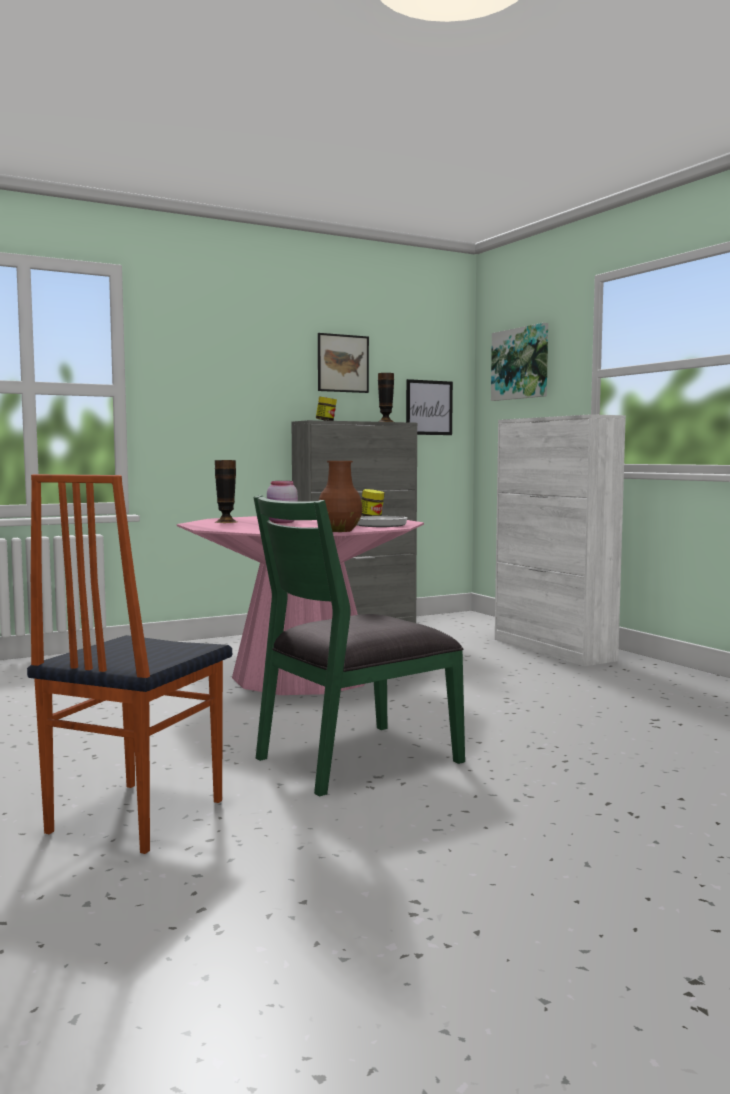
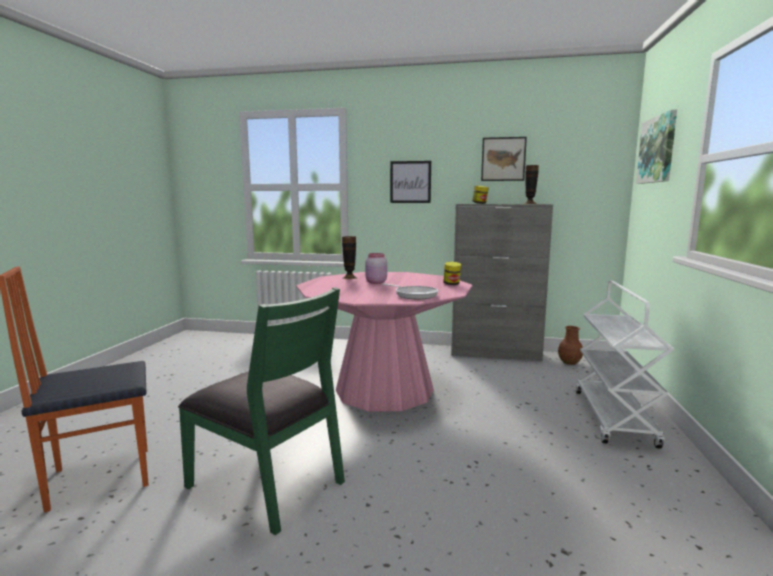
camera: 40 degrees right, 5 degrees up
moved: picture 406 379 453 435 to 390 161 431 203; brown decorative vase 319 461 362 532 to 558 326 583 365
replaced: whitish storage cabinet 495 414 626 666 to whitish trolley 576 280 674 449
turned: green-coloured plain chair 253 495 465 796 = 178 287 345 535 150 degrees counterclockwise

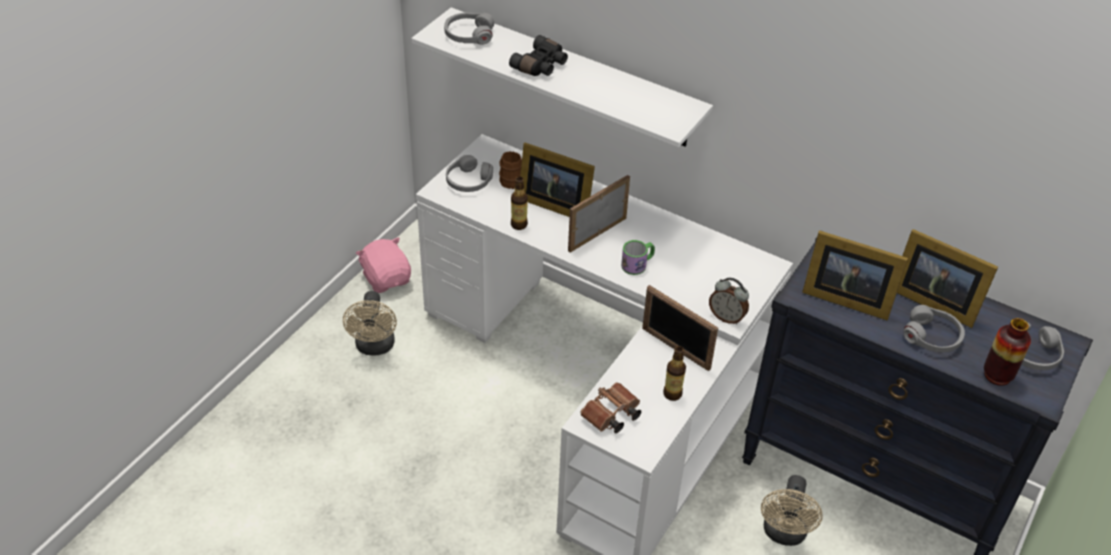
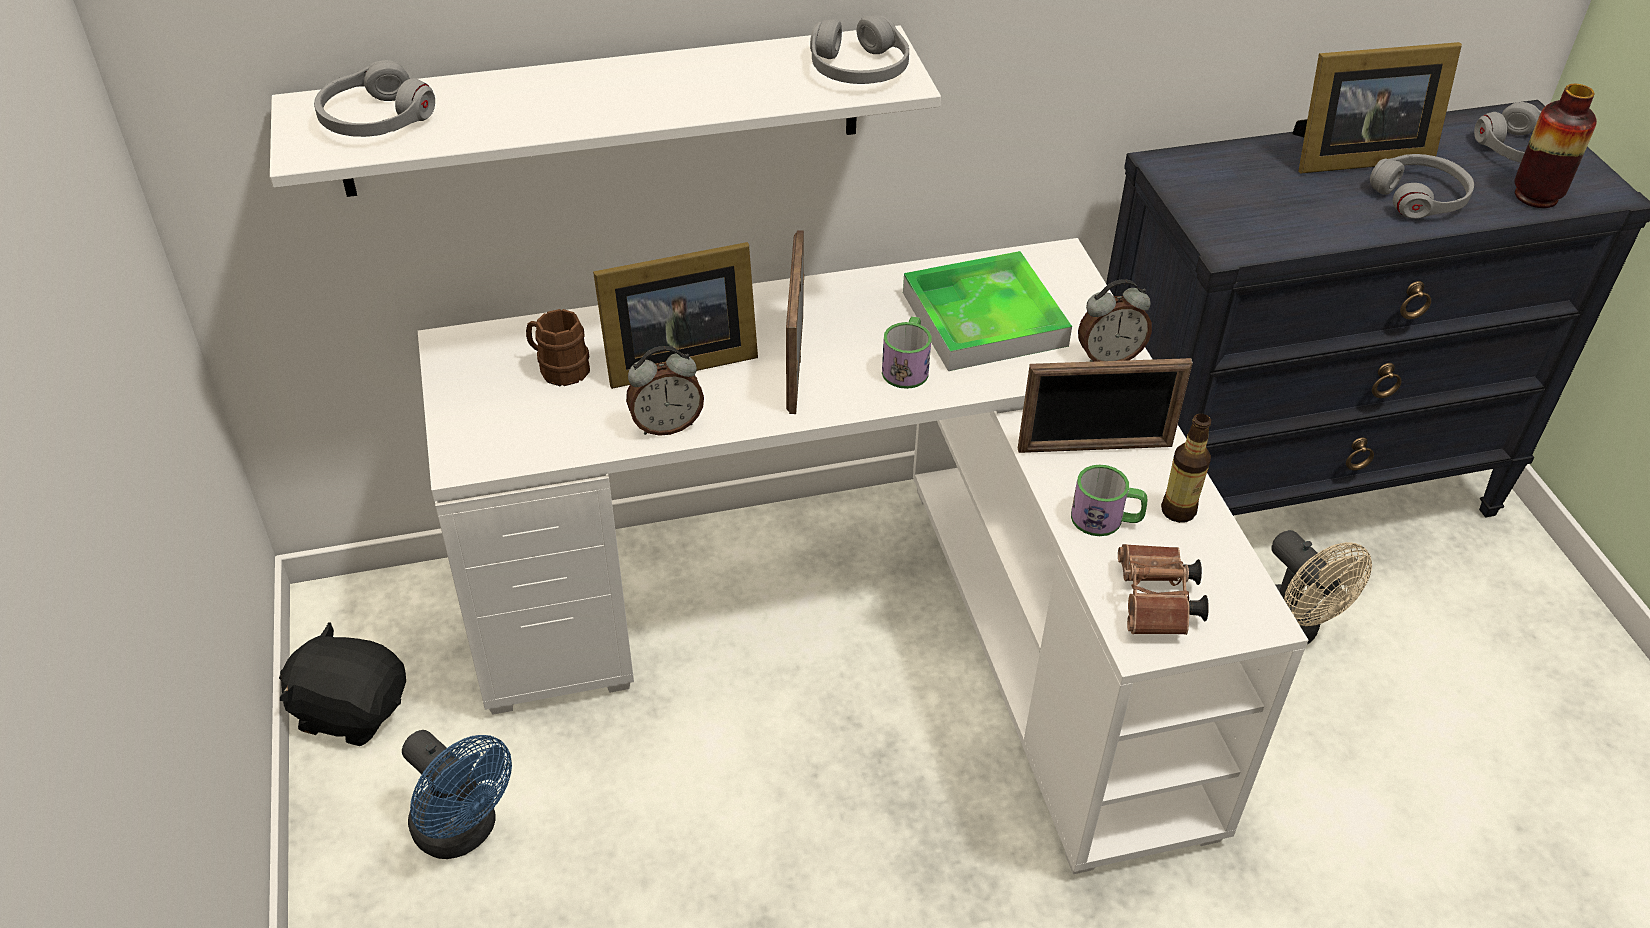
camera: 45 degrees left, 0 degrees up
removed: black-coloured field glasses 509 35 568 76; standing frame 802 230 908 321
added: tray 903 251 1072 371; mug 1071 464 1147 536
moved: greyish pair of headphones 446 155 493 192 to 810 15 909 84
replaced: drink bottle 511 177 528 230 to bedside clock 626 346 704 436
recoloured: pink-coloured cuddly toy 356 237 411 293 to black-coloured cuddly toy 279 622 406 746; sand-coloured cooling fan 343 291 397 356 to blue cooling fan 402 730 512 859

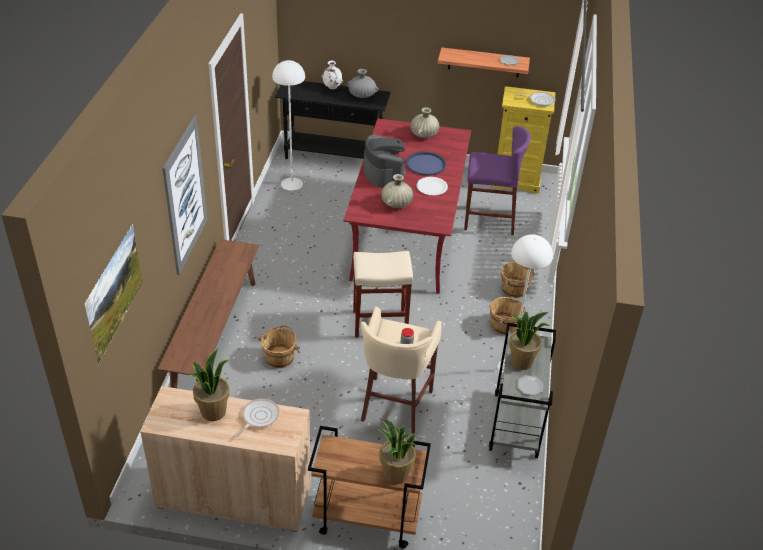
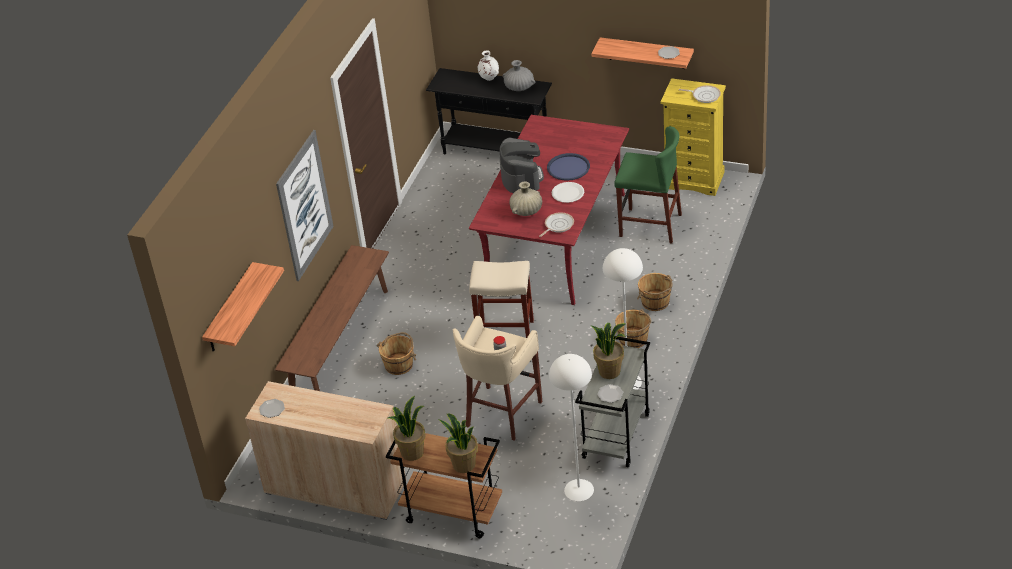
camera: 15 degrees right, 0 degrees up
removed: sand-coloured decorative vase 410 107 439 138
added: plate 259 399 285 418
moved: whitish floor lamp 272 60 305 191 to 549 354 594 501; plant in a pot 187 349 229 421 to 388 396 426 461; frying pan 236 399 280 437 to 539 212 574 237
replaced: picture 84 224 143 364 to shelf 202 262 284 352
recoloured: purplish sitting stool 464 126 531 235 to green-coloured sitting stool 614 126 682 243

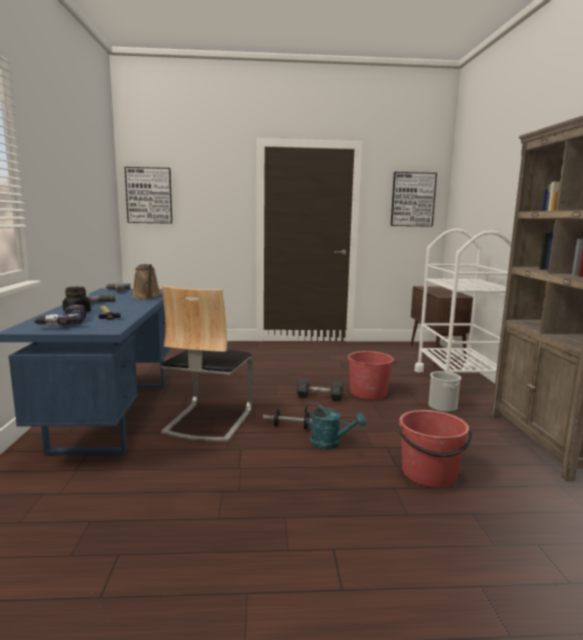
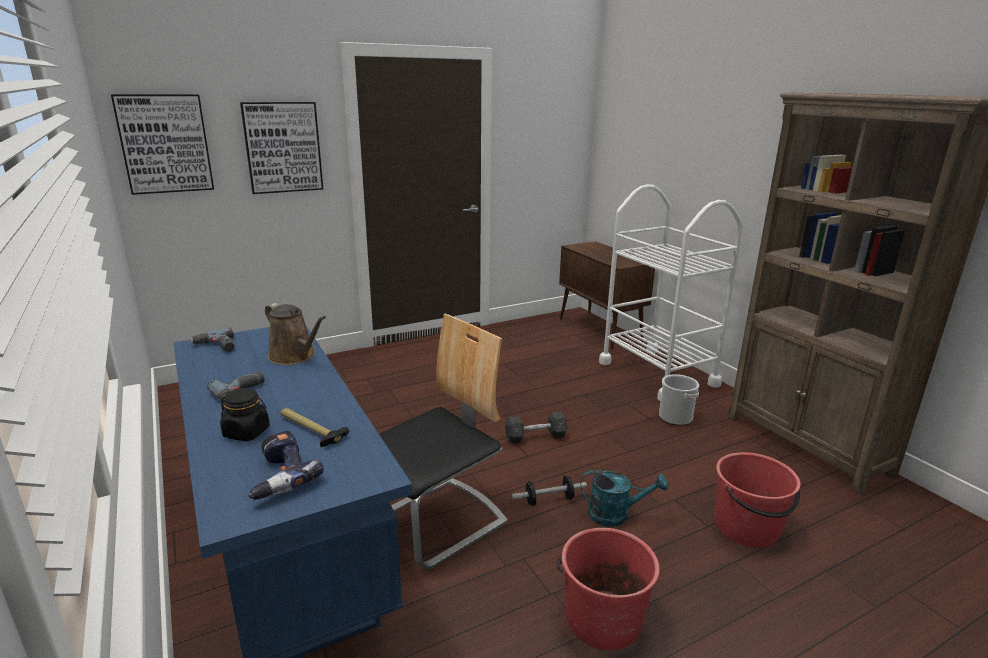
camera: 25 degrees left, 10 degrees up
moved: picture 391 172 437 227 to 240 102 323 194; reddish water bucket 346 351 395 400 to 556 528 660 651
turned: plain chair 161 286 253 442 = 379 313 508 570 120 degrees counterclockwise

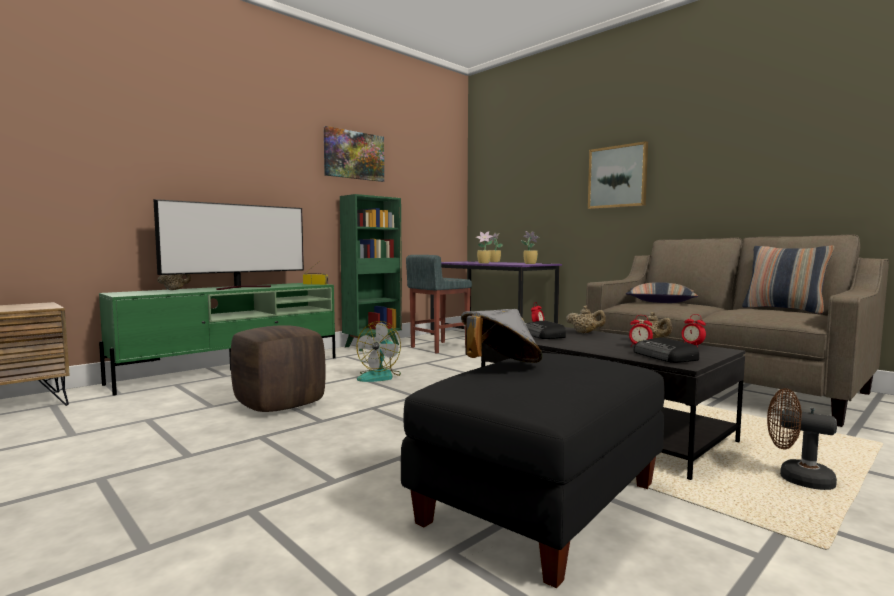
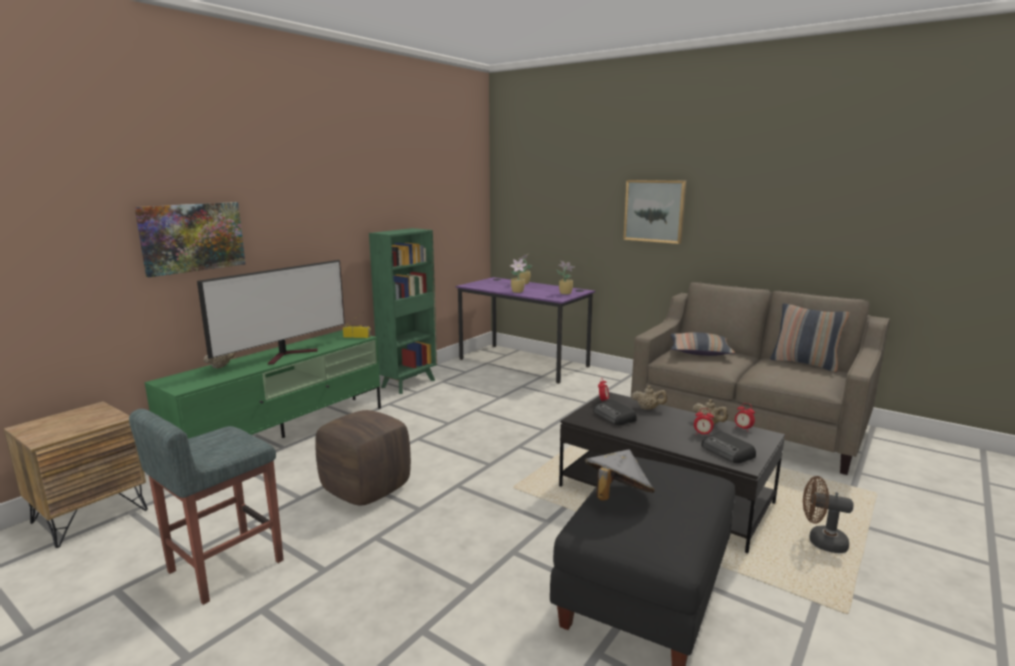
camera: 10 degrees left, 10 degrees up
removed: cooling fan 356 321 401 382
moved: picture 323 126 384 182 to 135 202 246 277; greyish sitting stool 406 255 472 353 to 129 409 284 605

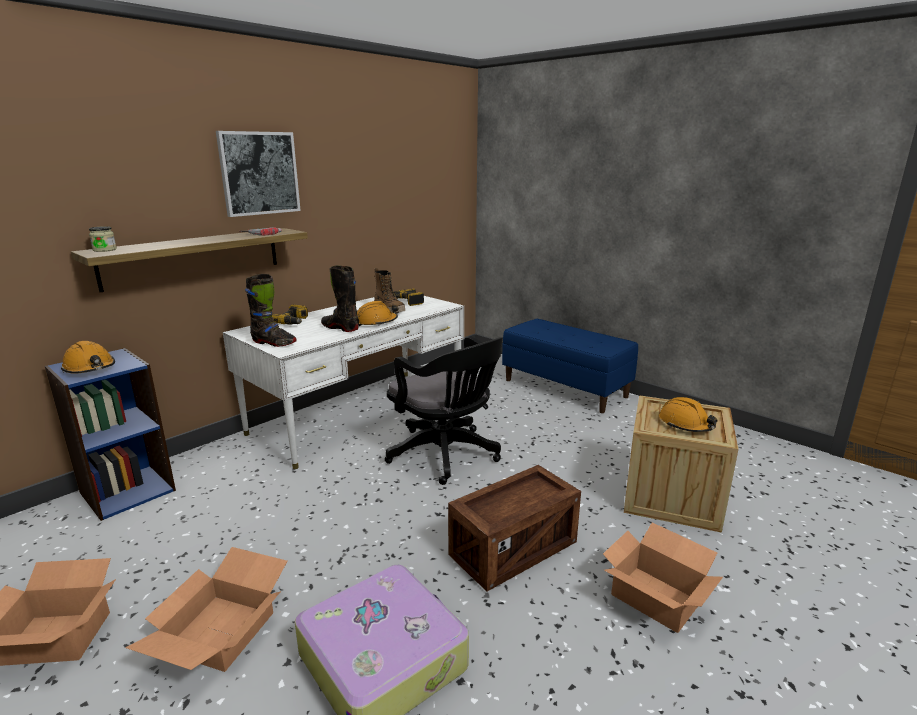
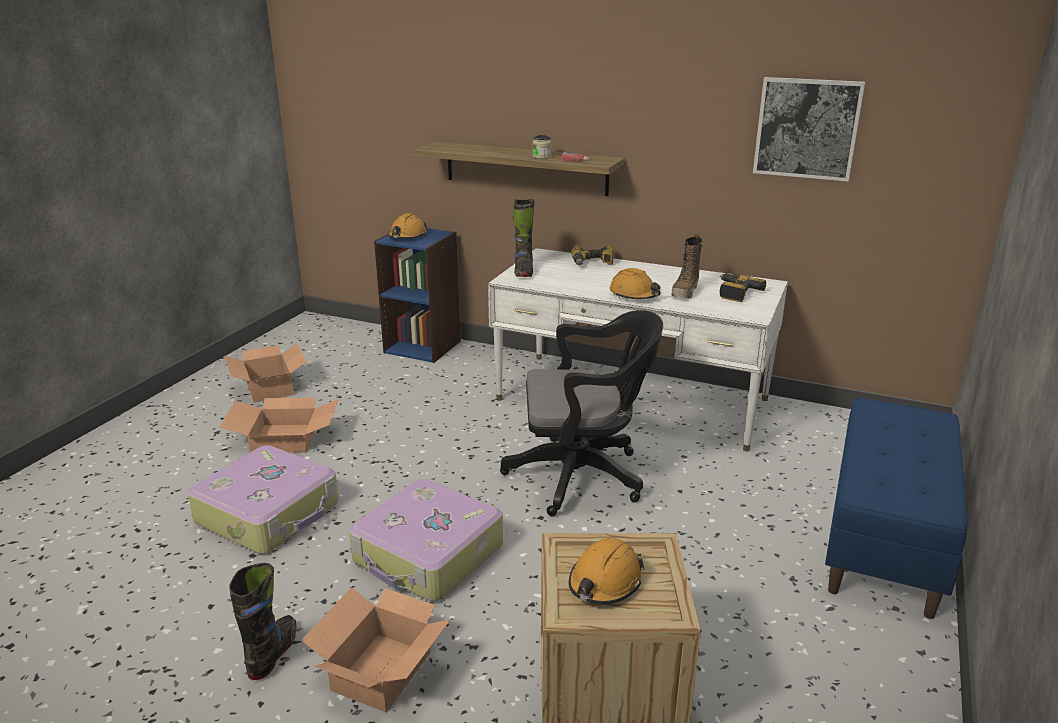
camera: 70 degrees right, 5 degrees up
moved: picture 216 131 301 217 to 753 77 865 182; storage jar 89 226 117 252 to 532 135 552 159; black-coloured high-top boot 321 265 359 332 to 229 563 296 680
replaced: packing crate 448 465 581 591 to suitcase 349 479 503 601
turned: black-coloured computer chair 385 336 503 485 = 500 310 663 516 120 degrees counterclockwise

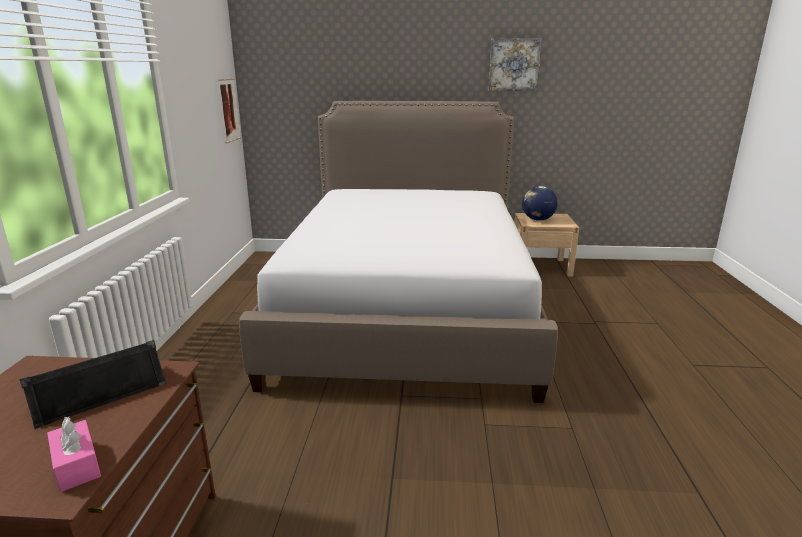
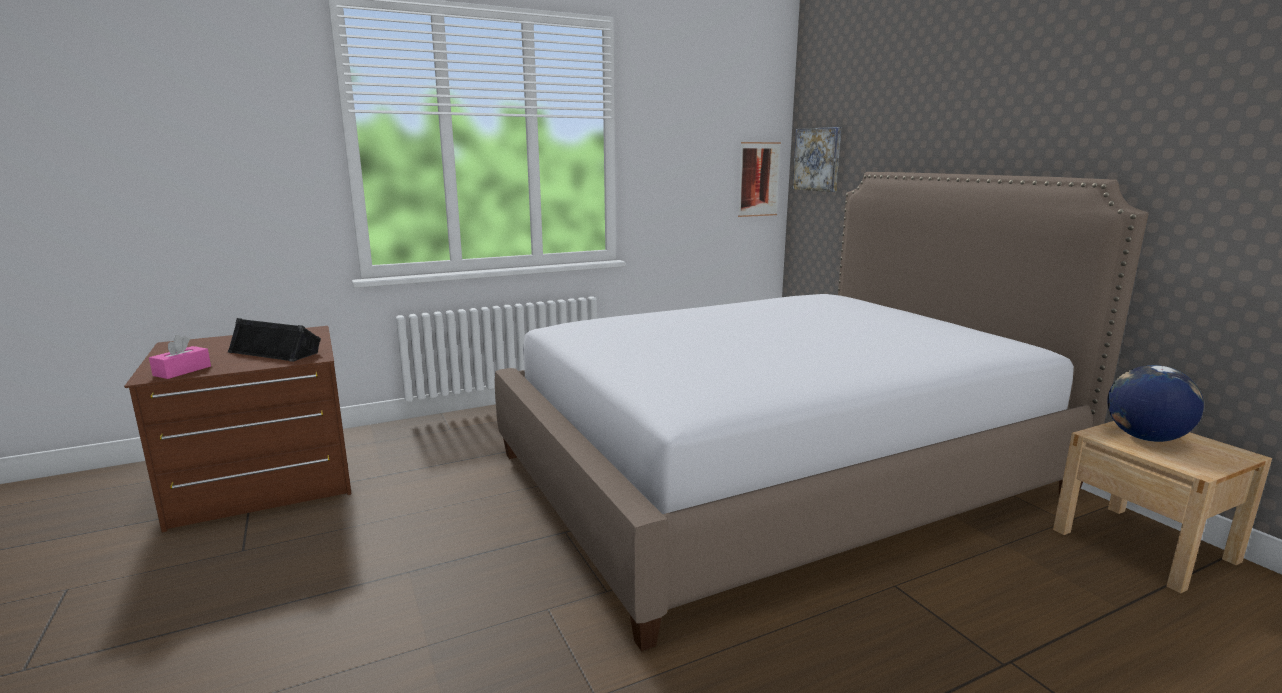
camera: 60 degrees right, 5 degrees down
moved: picture 489 38 542 91 to 792 127 841 192

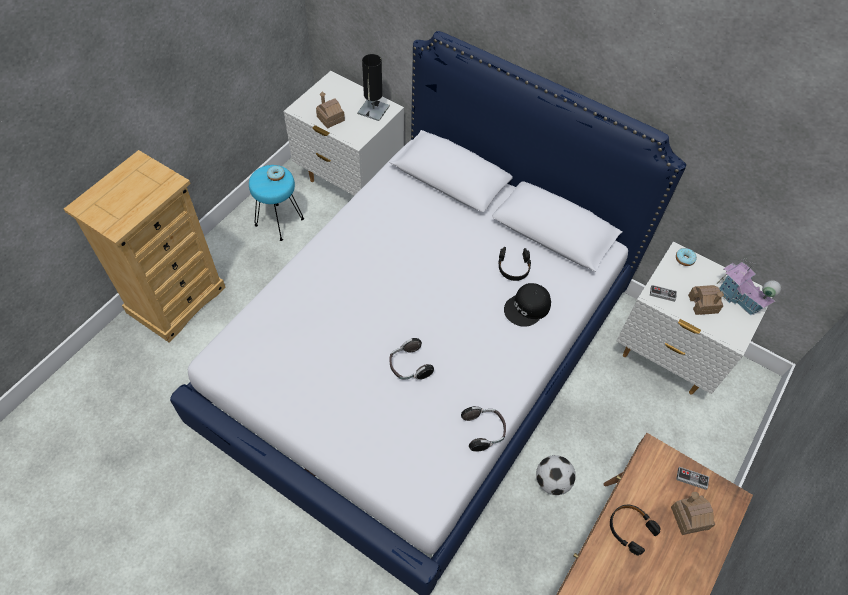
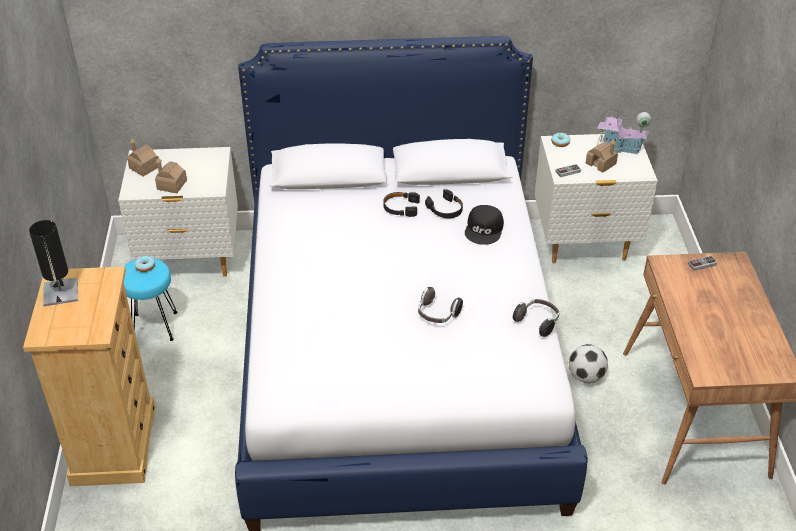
camera: 35 degrees left, 15 degrees down
moved: black-coloured tabletop lamp 357 54 390 121 to 29 220 78 306; miniature house 671 492 715 535 to 127 139 159 176; black-coloured pair of headphones 610 505 661 556 to 384 192 420 217

